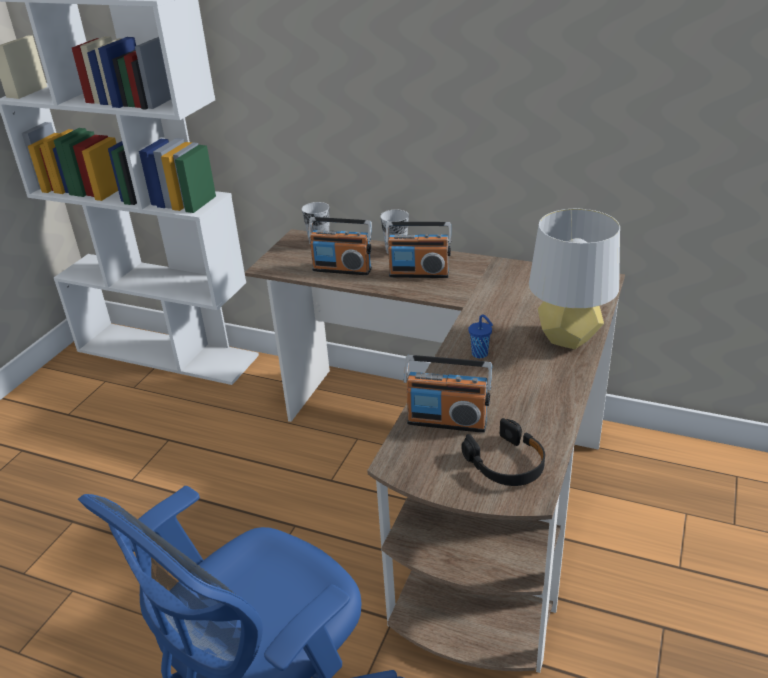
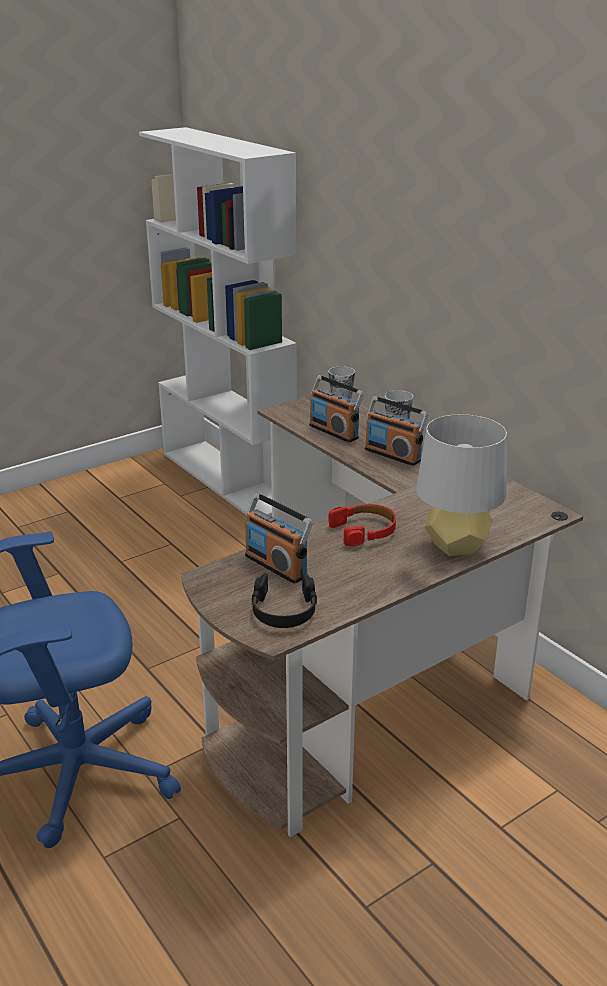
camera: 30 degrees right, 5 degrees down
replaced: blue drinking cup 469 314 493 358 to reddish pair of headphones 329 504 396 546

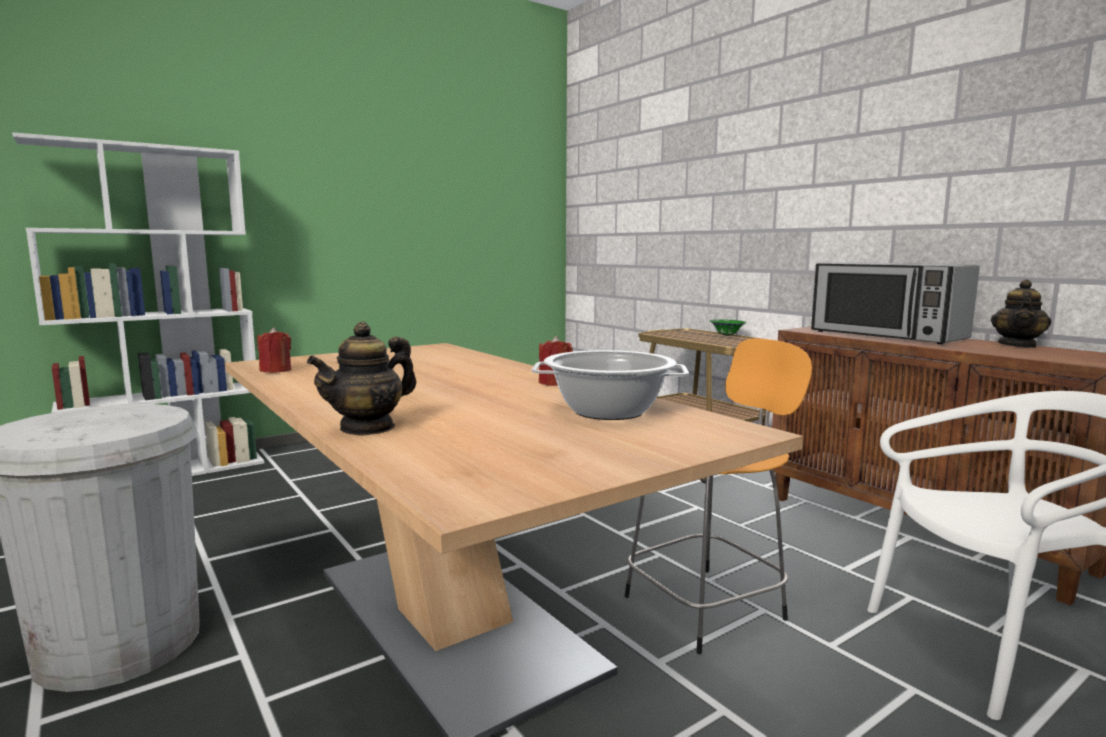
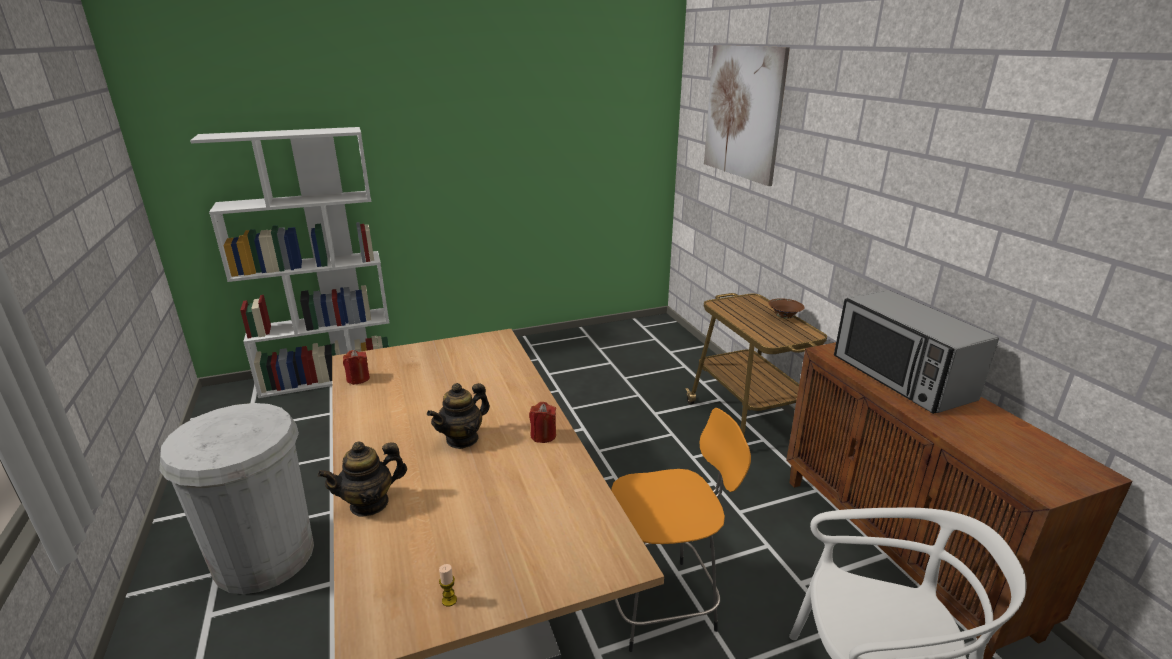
camera: 15 degrees right, 15 degrees up
removed: stockpot 531 350 689 420
added: picture 704 45 790 186; wax light 439 564 457 607
moved: pot for tea 991 279 1051 348 to 427 383 490 449
recoloured: green-coloured deep dish 709 319 747 336 to brown deep dish 768 298 805 319

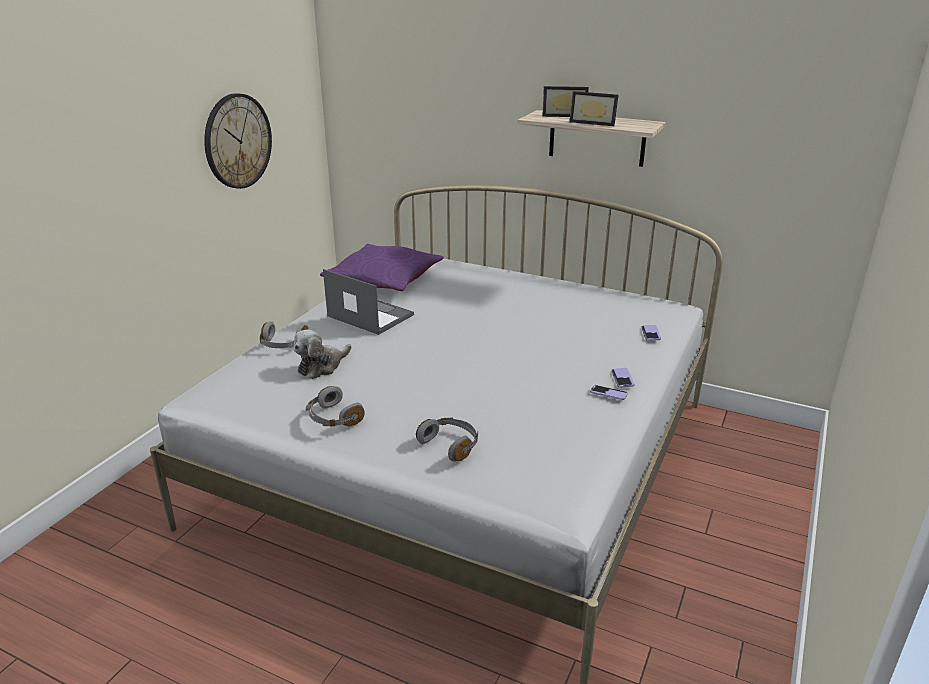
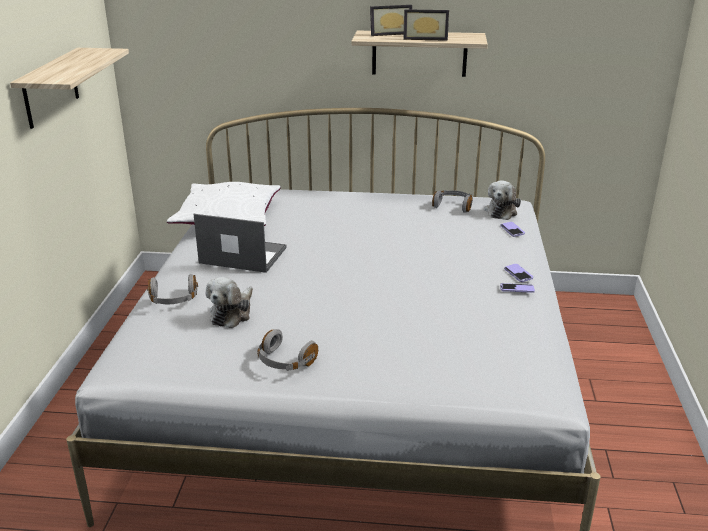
camera: 20 degrees left, 0 degrees up
added: cuddly toy 484 180 521 220
moved: greyish pair of headphones 416 418 478 462 to 432 190 473 213
replaced: wall clock 204 93 272 189 to shelf 10 48 129 129
recoloured: purplish throw pillow 320 244 444 291 to whitish throw pillow 167 182 281 226

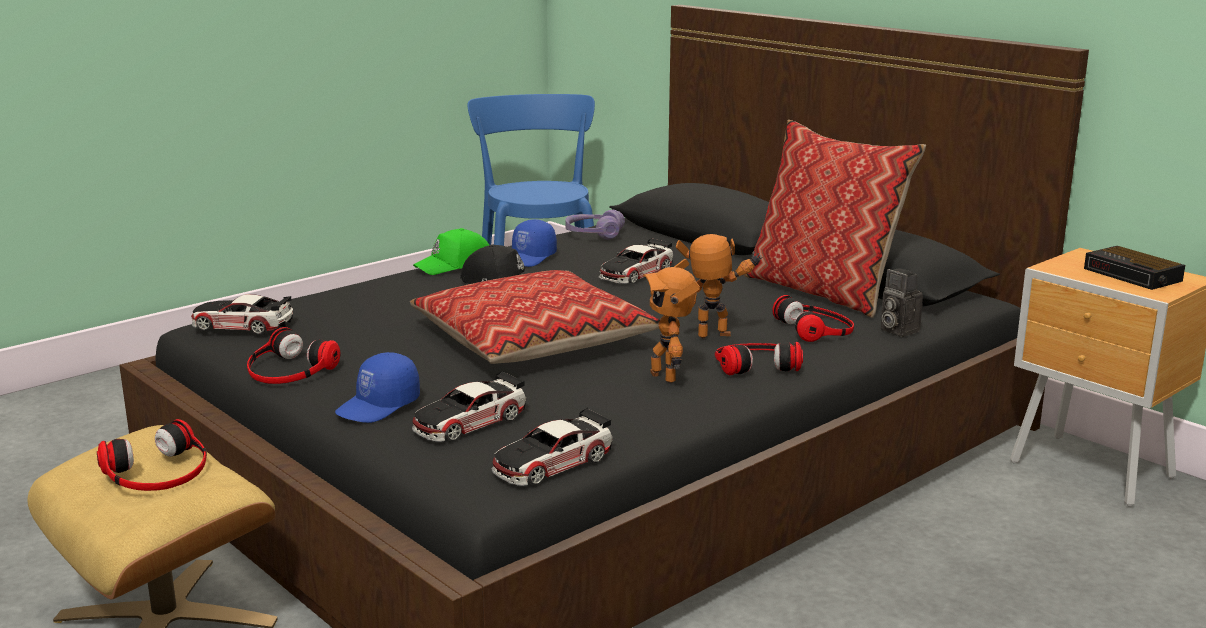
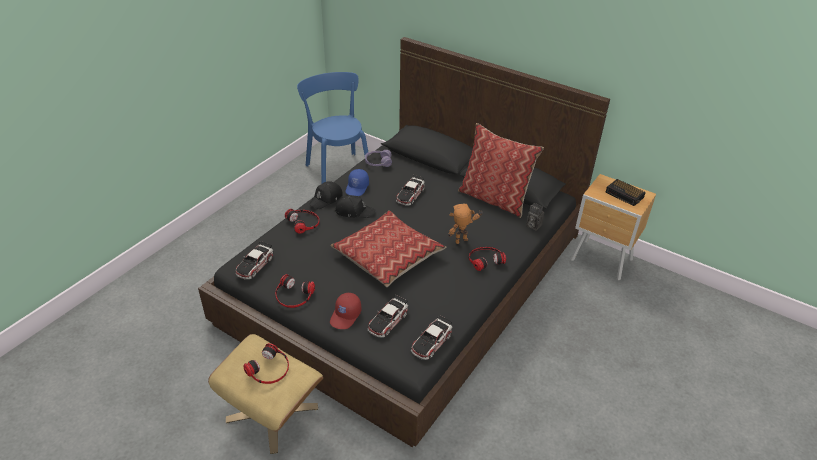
camera: 15 degrees left, 20 degrees up
removed: toy robot 643 259 700 384
moved: pair of headphones 772 295 854 342 to 285 209 319 234
recoloured: green-coloured baseball cap 413 228 489 275 to black-coloured baseball cap 309 181 342 209; blue baseball cap 335 352 420 423 to reddish baseball cap 330 292 361 329
turned: miniature car 191 294 293 334 = 235 241 273 280 60 degrees counterclockwise

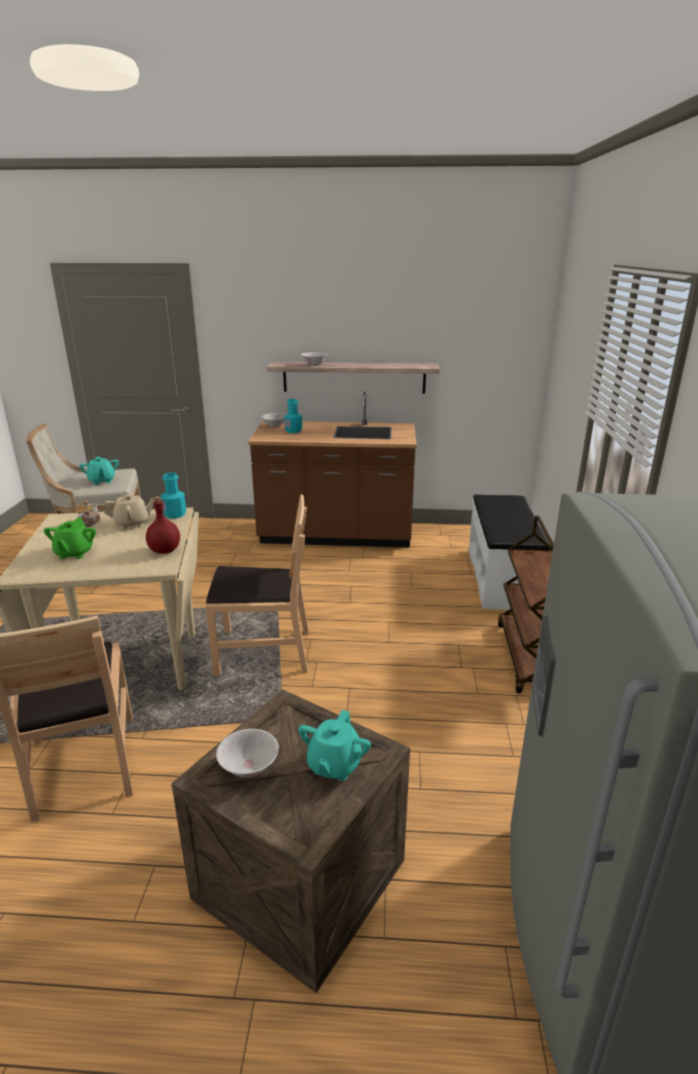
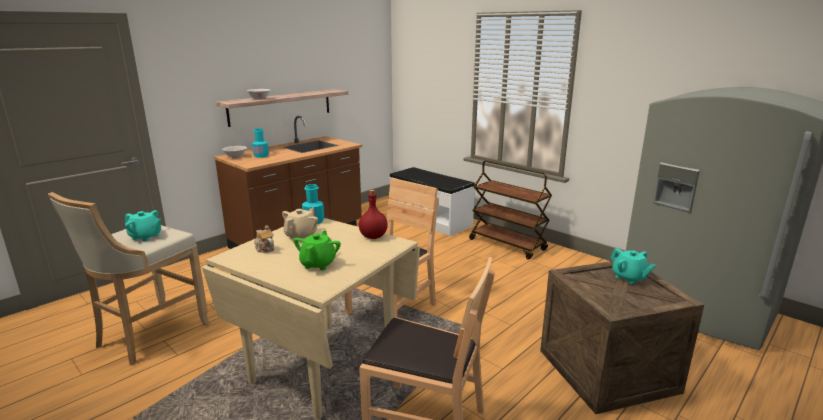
camera: 50 degrees left, 5 degrees down
removed: whitish deep dish 216 729 279 778
turned: green-coloured pot for tea 44 518 96 559 = 293 230 341 270 120 degrees counterclockwise

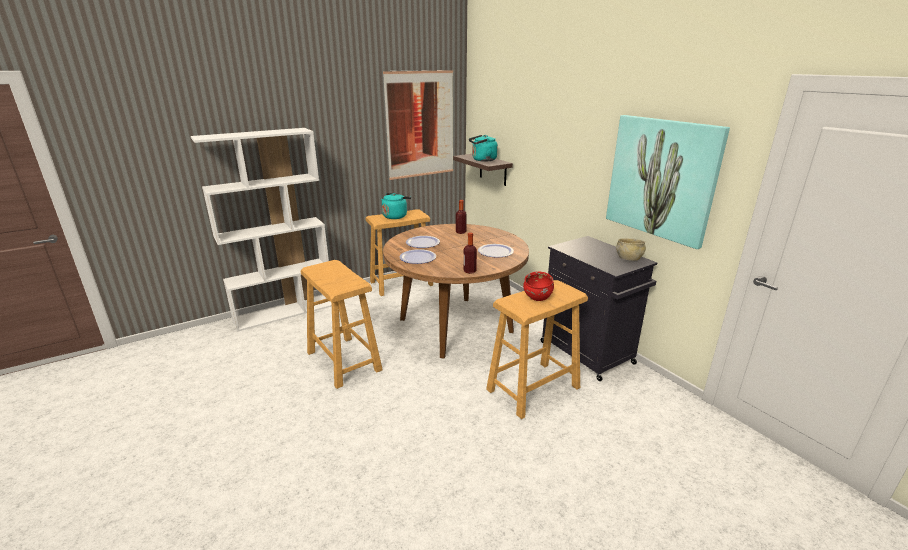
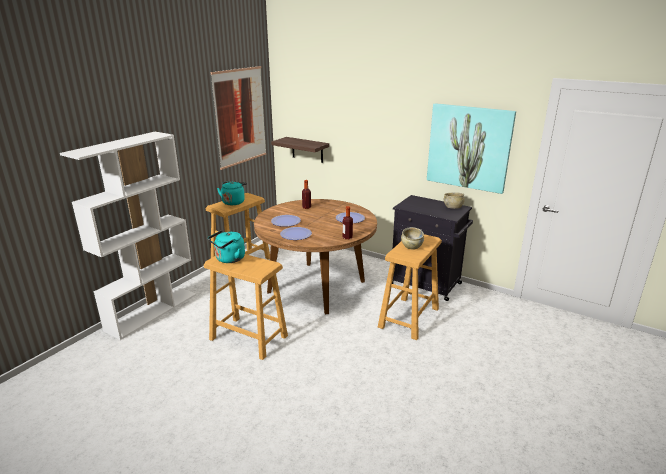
camera: 25 degrees left, 0 degrees up
moved: turquoise kettle 469 135 498 162 to 208 230 245 263
recoloured: reddish deep dish 523 272 554 301 to sand-coloured deep dish 401 227 424 250

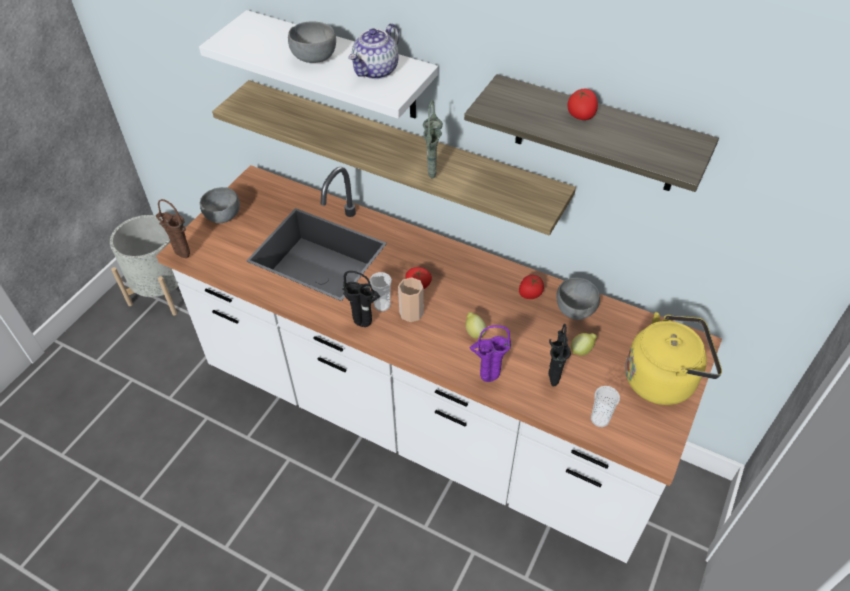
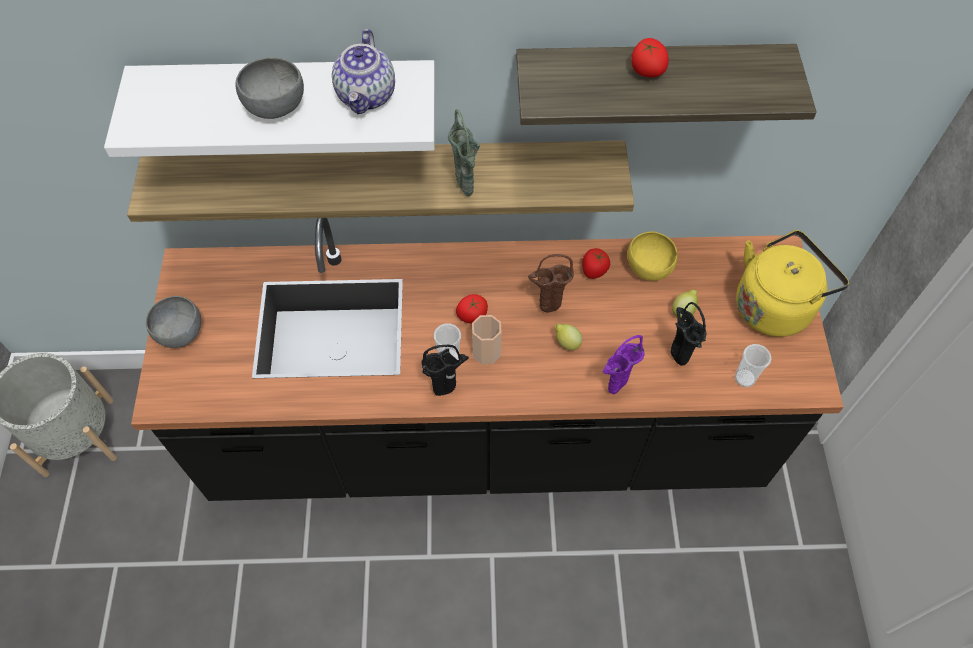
camera: 30 degrees left, 10 degrees up
moved: brown decorative vase 156 199 190 258 to 528 254 574 313
recoloured: whitish counter 156 165 722 563 to black-coloured counter 131 218 844 501; greyish deep dish 557 278 600 320 to yellow-coloured deep dish 627 232 678 281

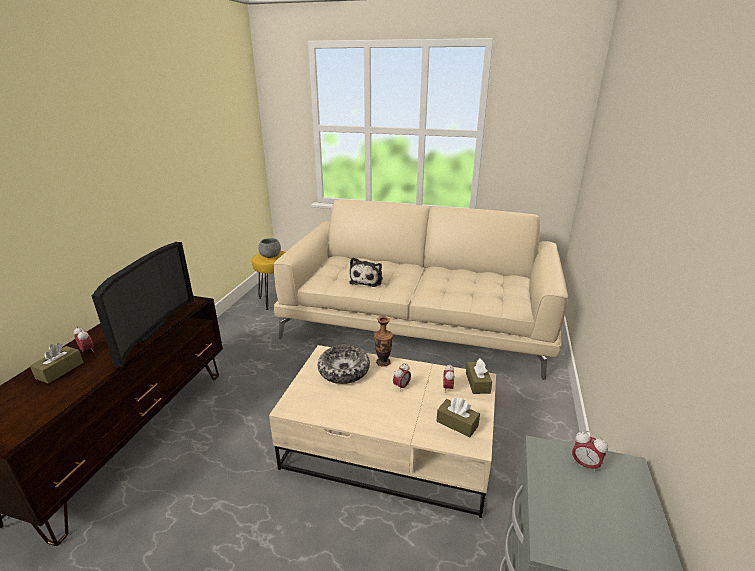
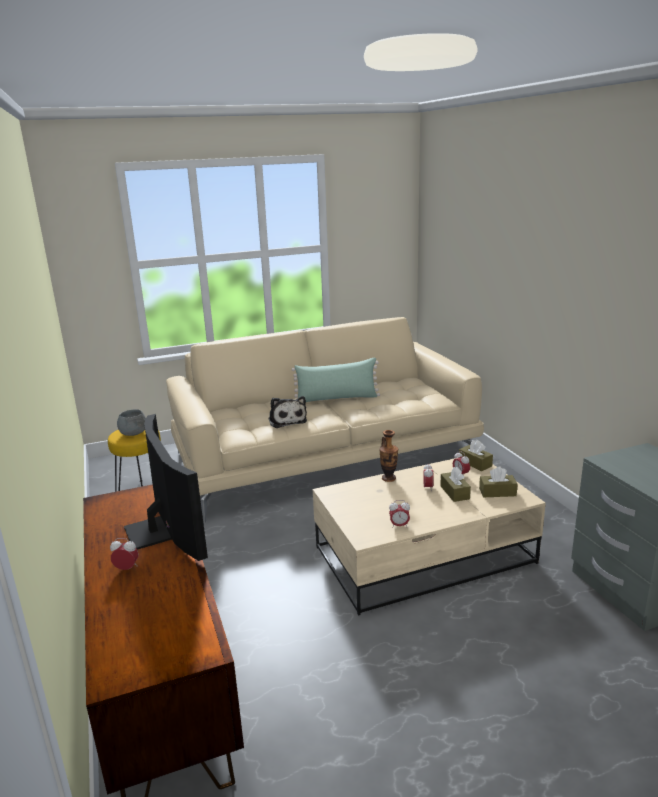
camera: 35 degrees left, 5 degrees down
removed: deep dish 318 345 370 384
added: green-coloured throw pillow 292 358 380 402
moved: brown tissue holder 30 343 83 384 to 440 467 471 502; bedside clock 572 431 608 473 to 389 500 410 528

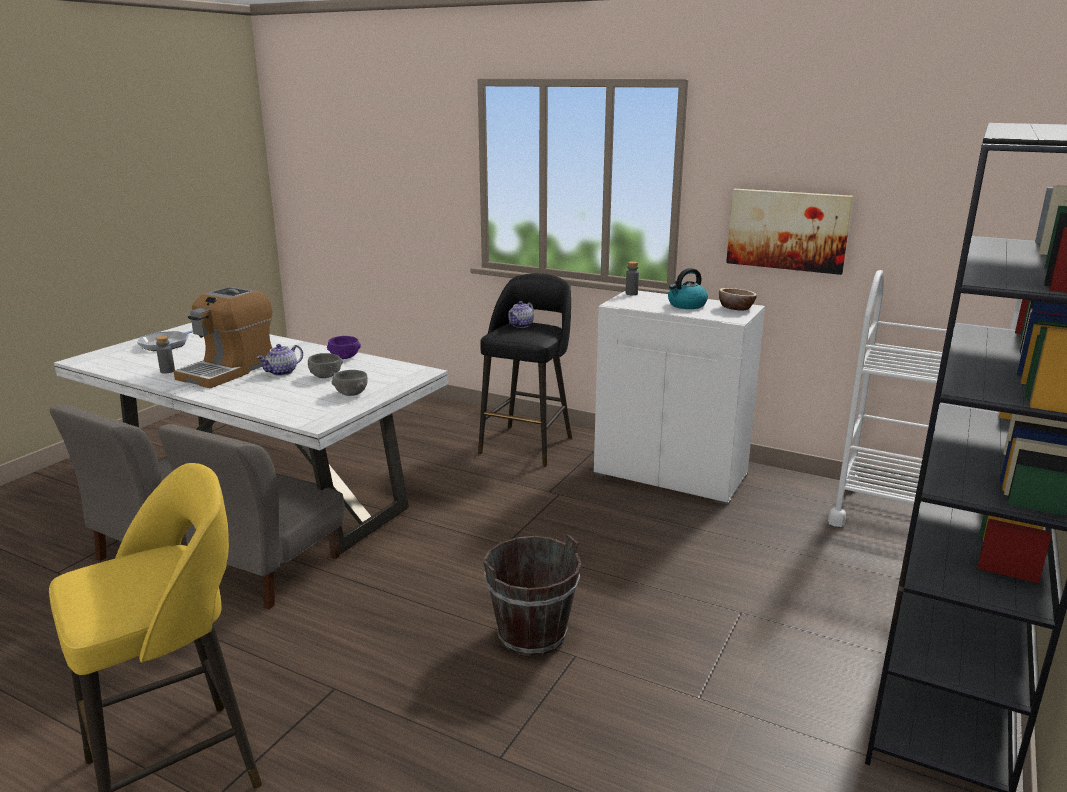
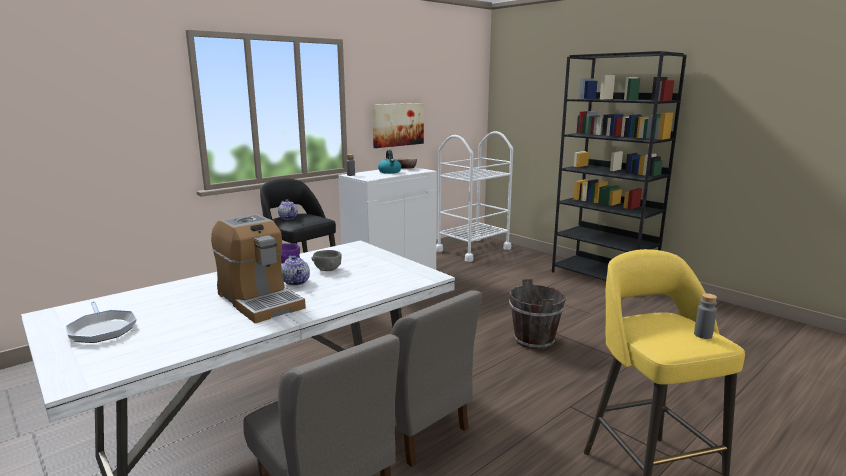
camera: 70 degrees left, 5 degrees down
removed: greyish deep dish 332 370 368 396
moved: greyish drink bottle 156 336 175 374 to 694 293 717 339

